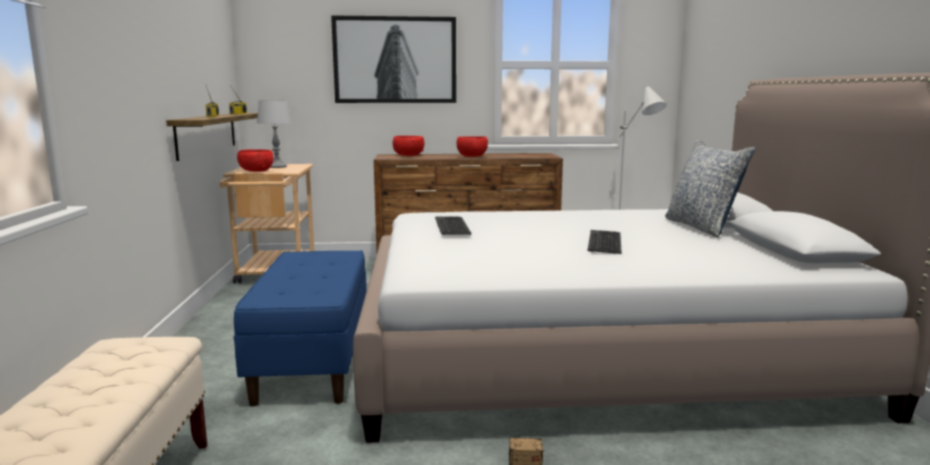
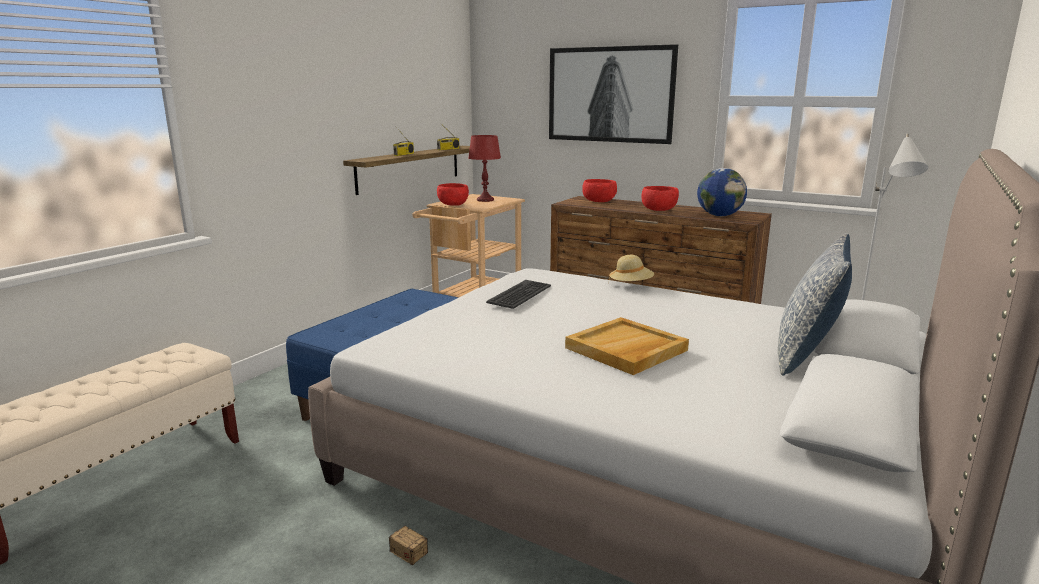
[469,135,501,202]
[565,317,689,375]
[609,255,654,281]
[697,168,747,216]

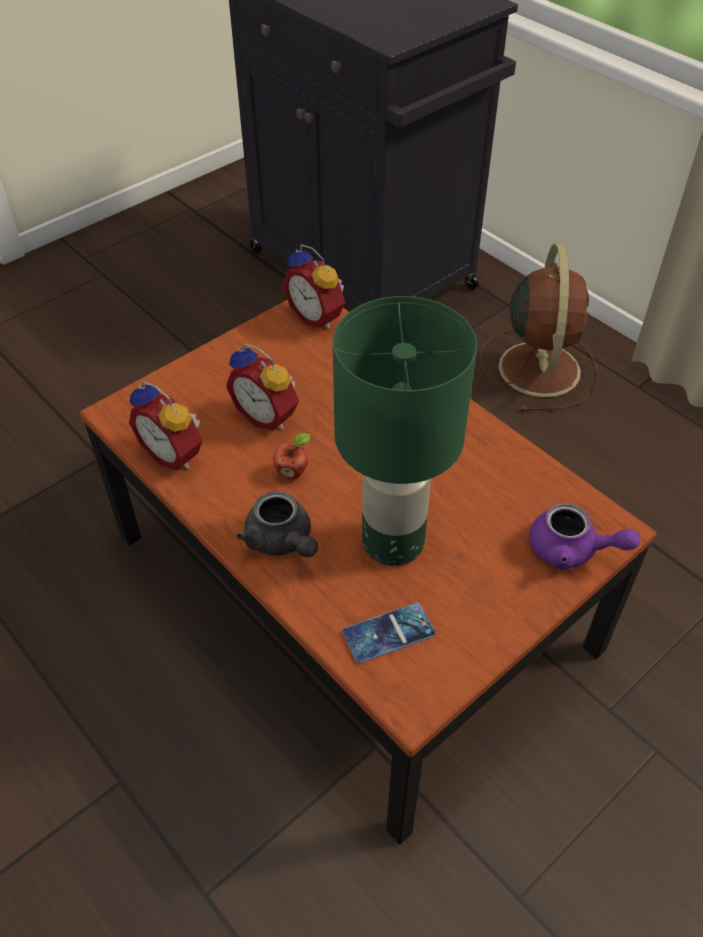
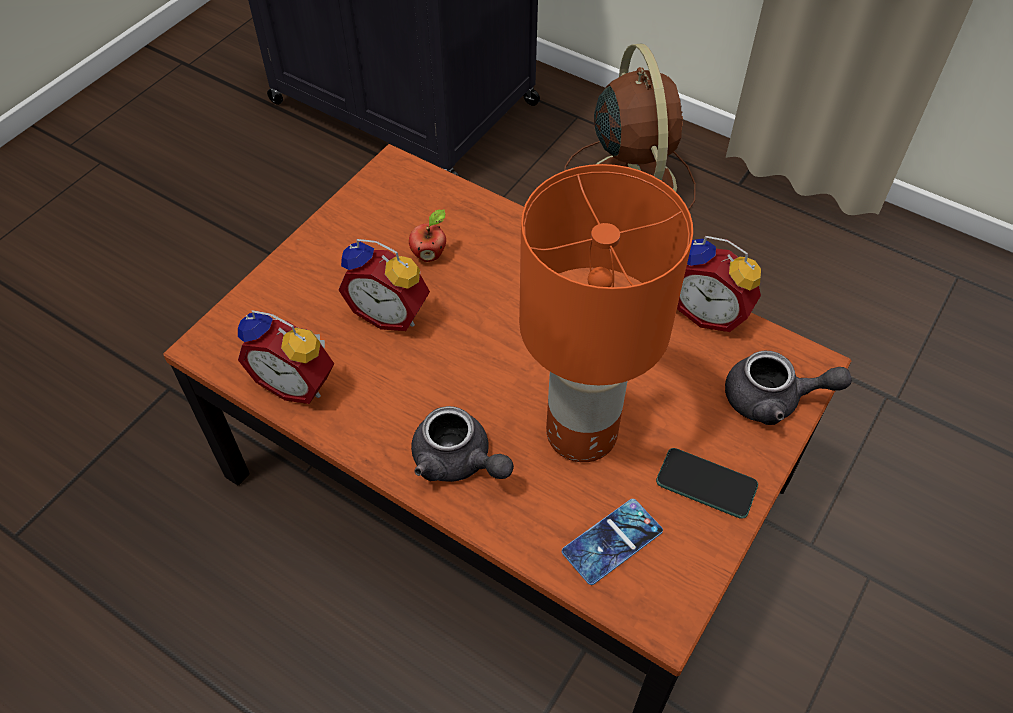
[409,209,446,262]
[677,236,761,332]
[519,164,693,462]
[725,351,852,425]
[656,448,758,519]

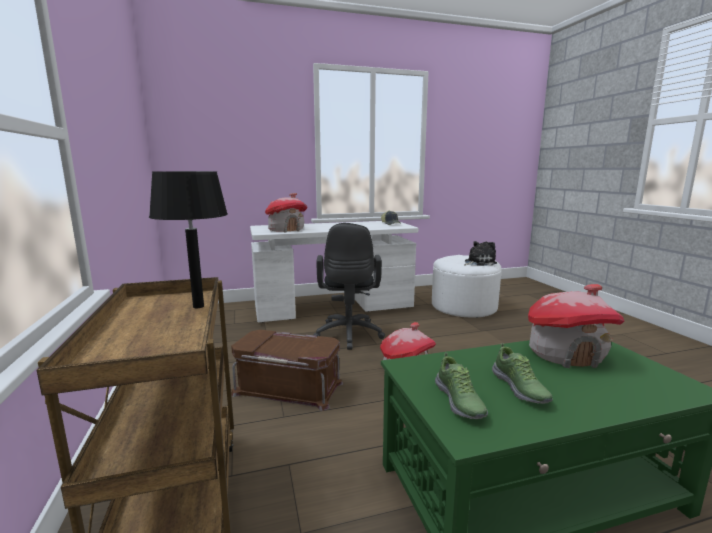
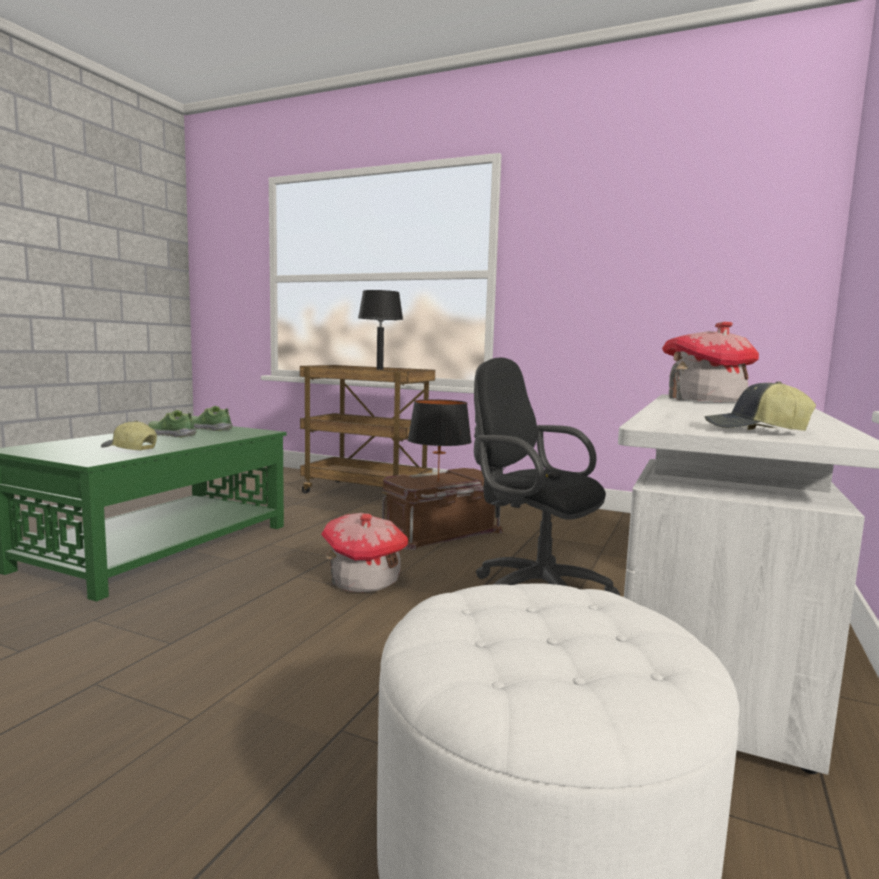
[464,241,497,266] (first image)
[101,420,157,450]
[407,399,472,482]

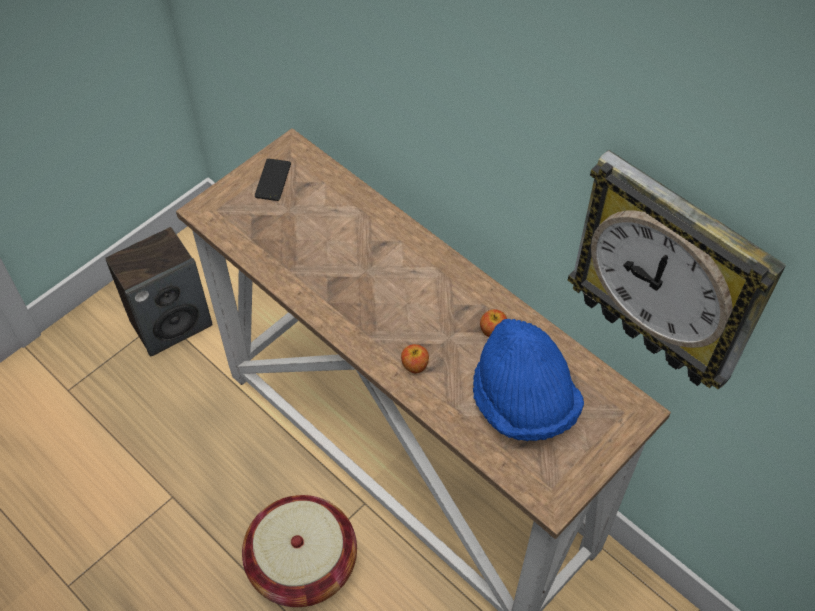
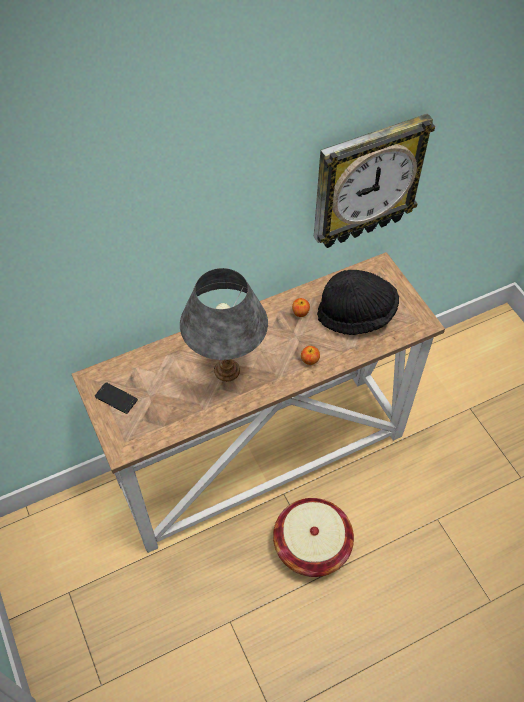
[105,227,213,357] (first image)
[317,270,399,335]
[180,268,268,382]

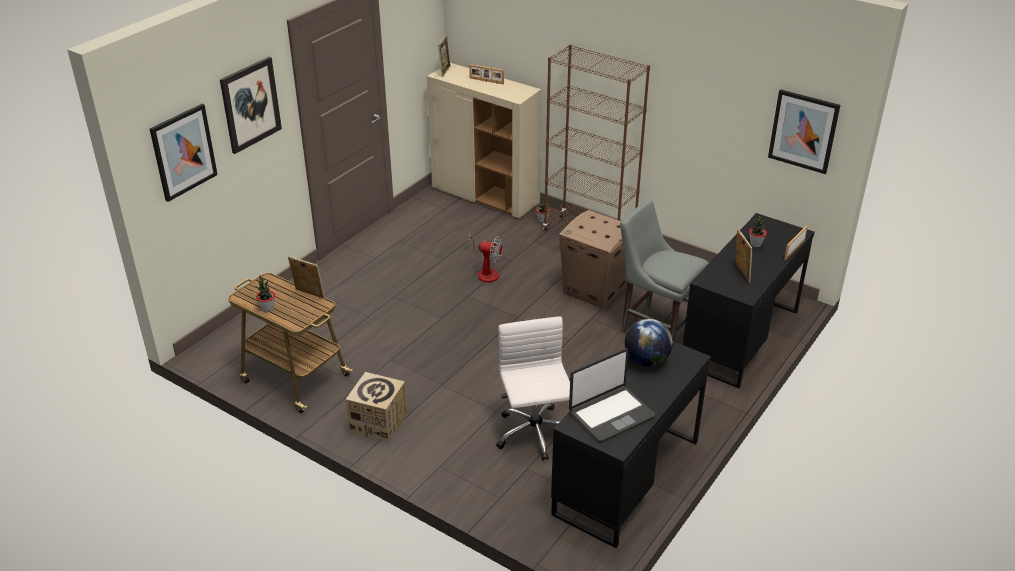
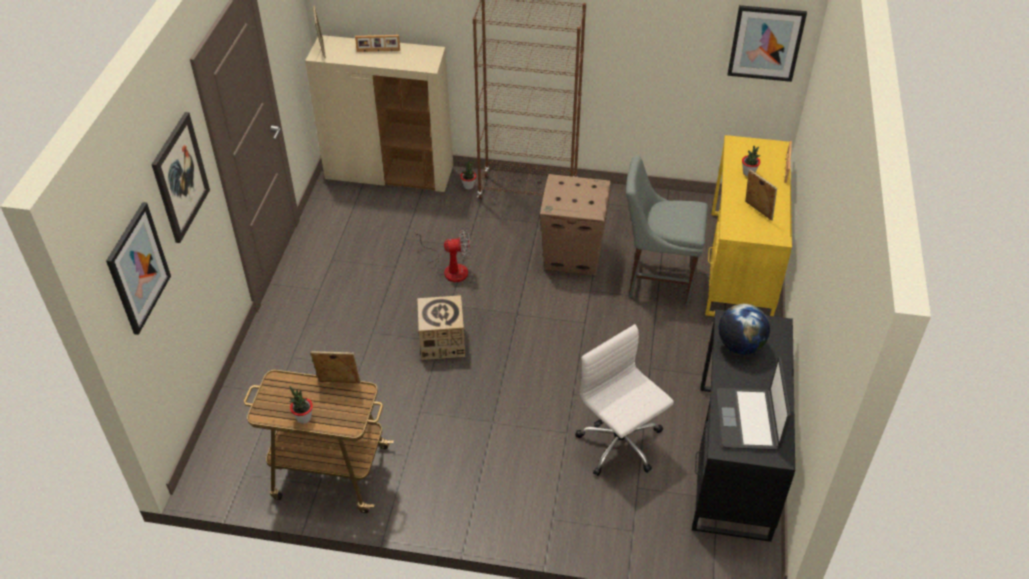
[417,295,465,360]
[717,357,791,450]
[705,135,792,316]

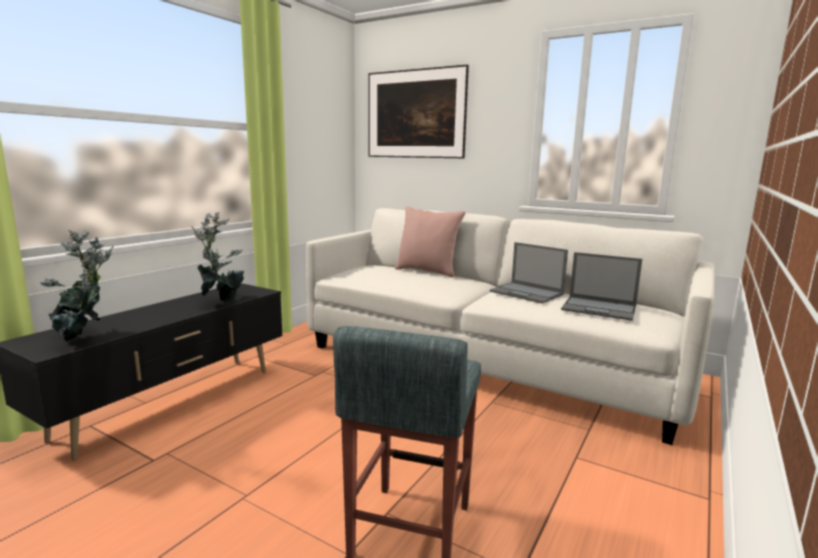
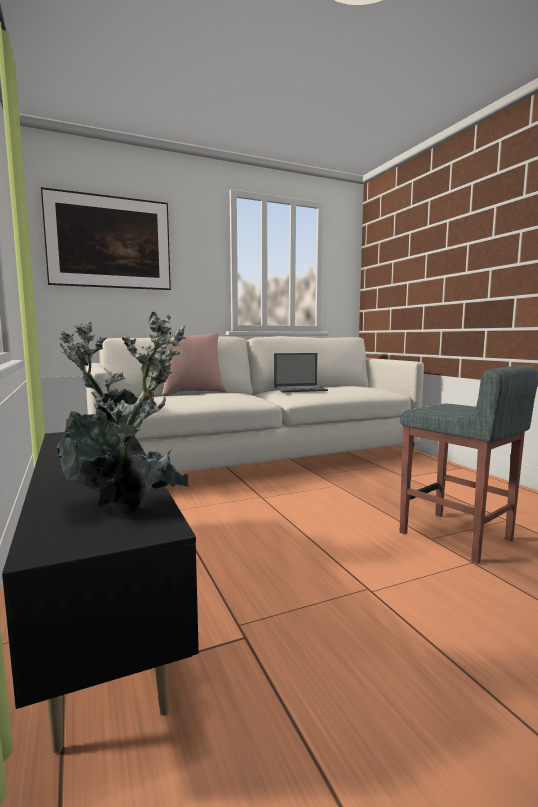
[561,252,642,321] (first image)

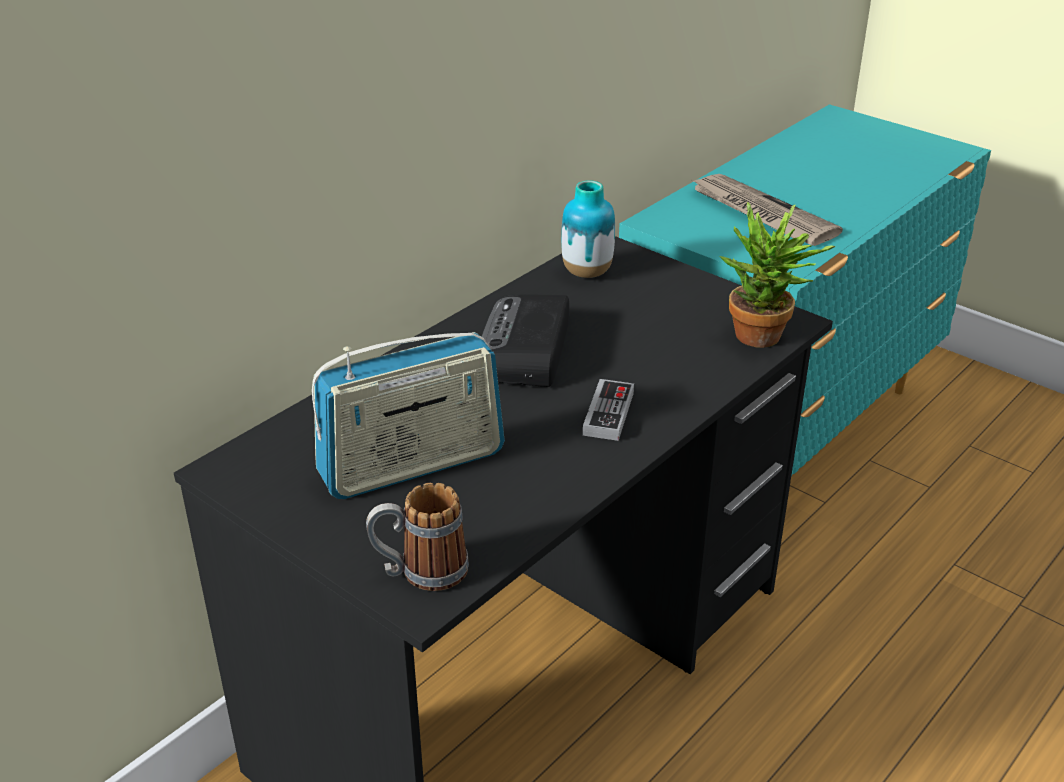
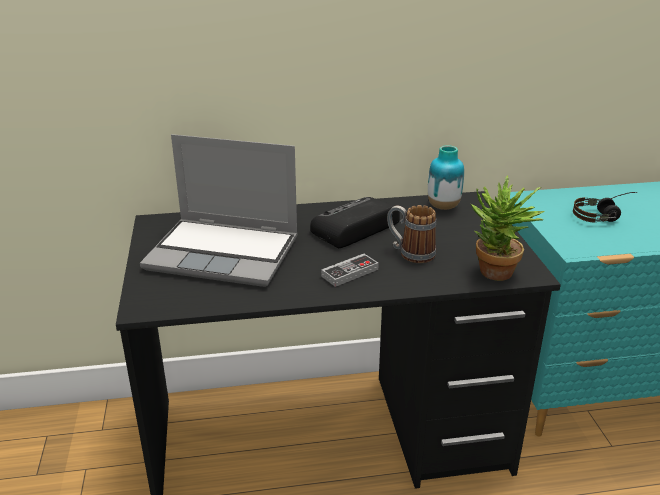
[140,134,298,287]
[387,205,436,263]
[573,192,637,222]

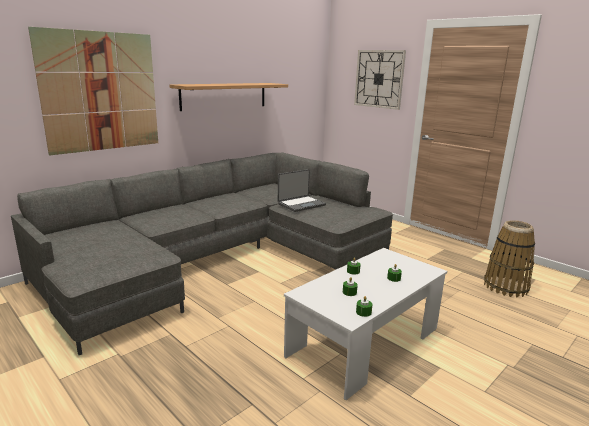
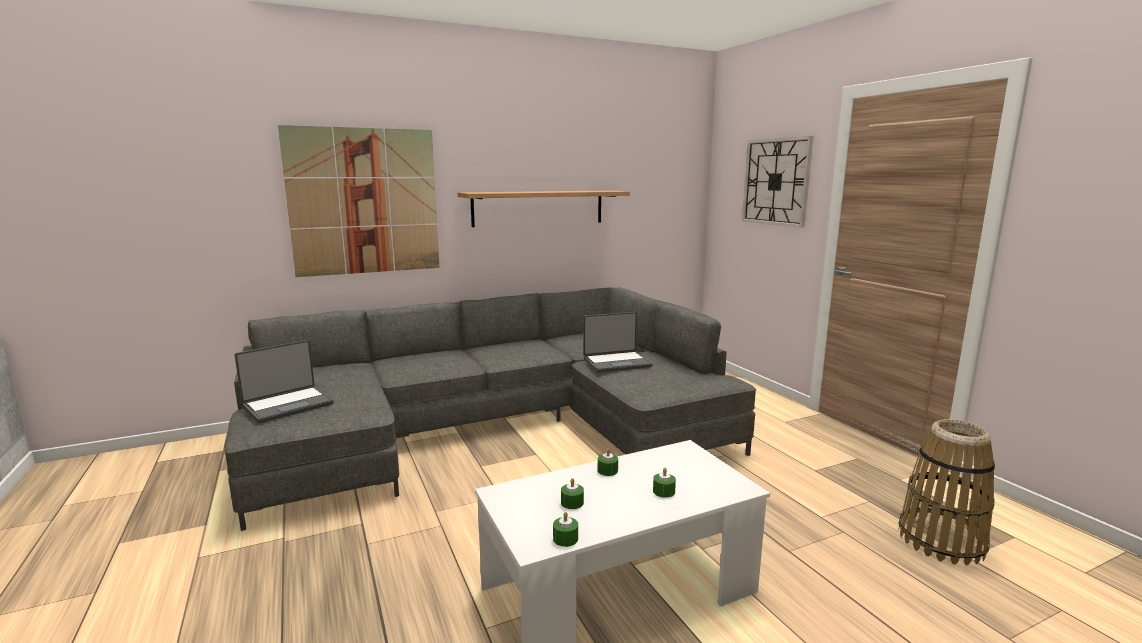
[235,340,333,423]

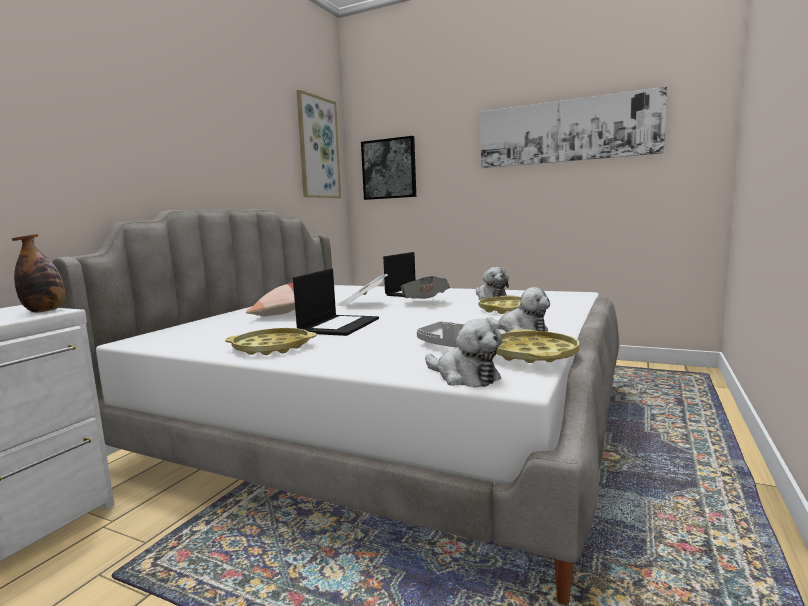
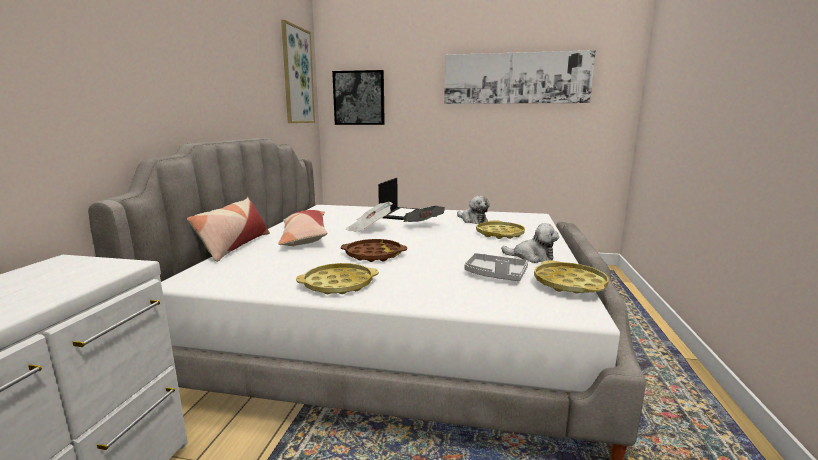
[12,234,65,312] (first image)
[341,239,407,262]
[425,319,502,387] (first image)
[187,196,270,262]

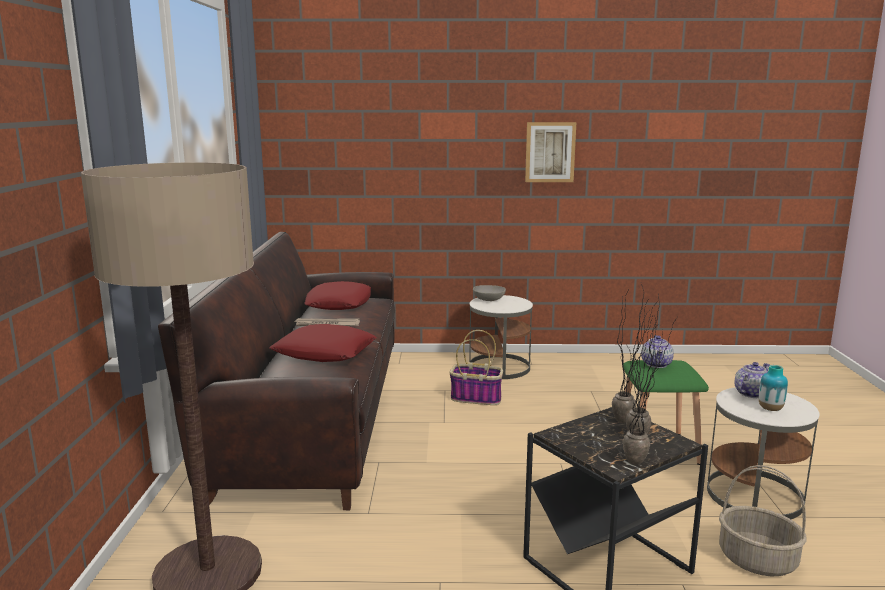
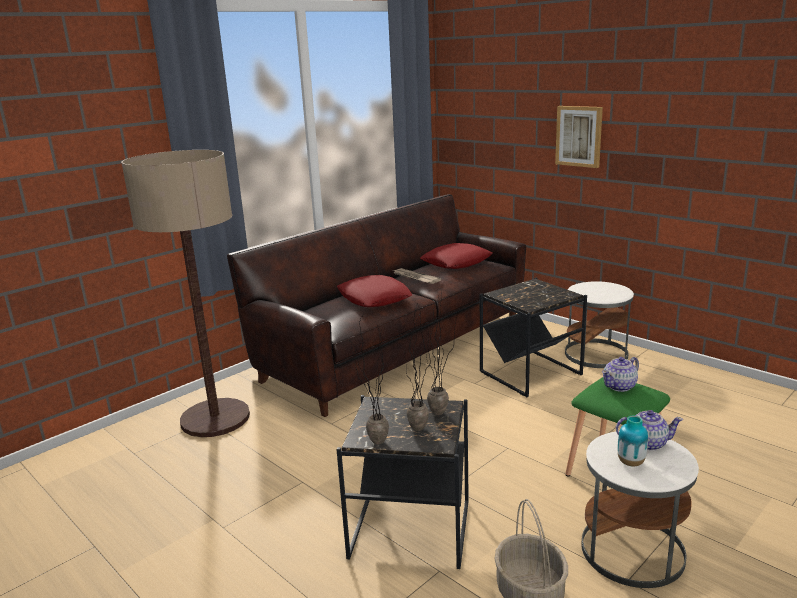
[480,278,587,397]
[473,285,506,301] (first image)
[555,106,603,168]

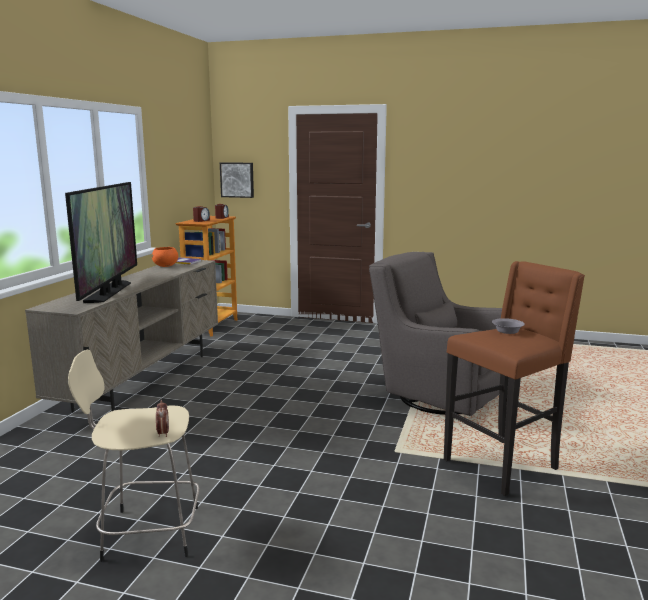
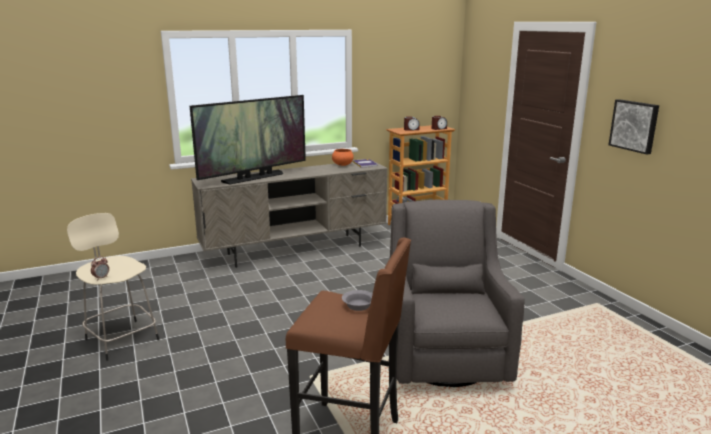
[609,99,659,155]

